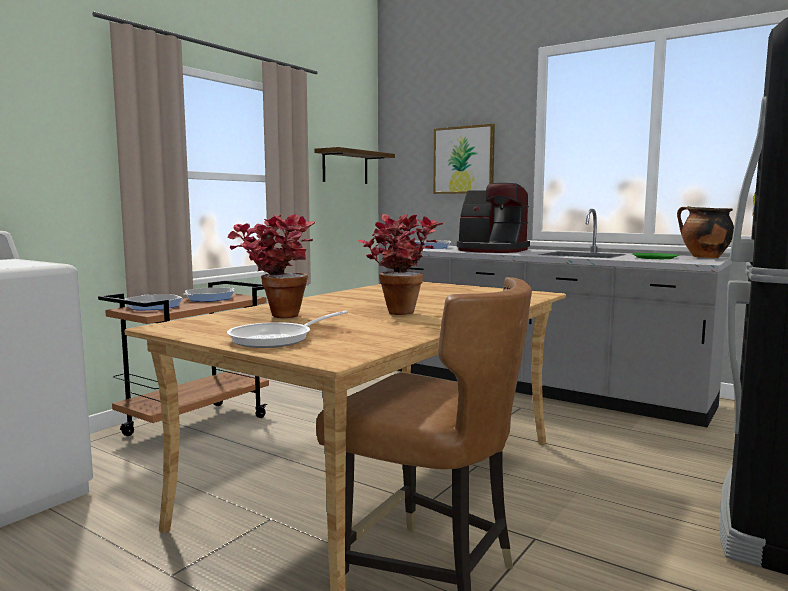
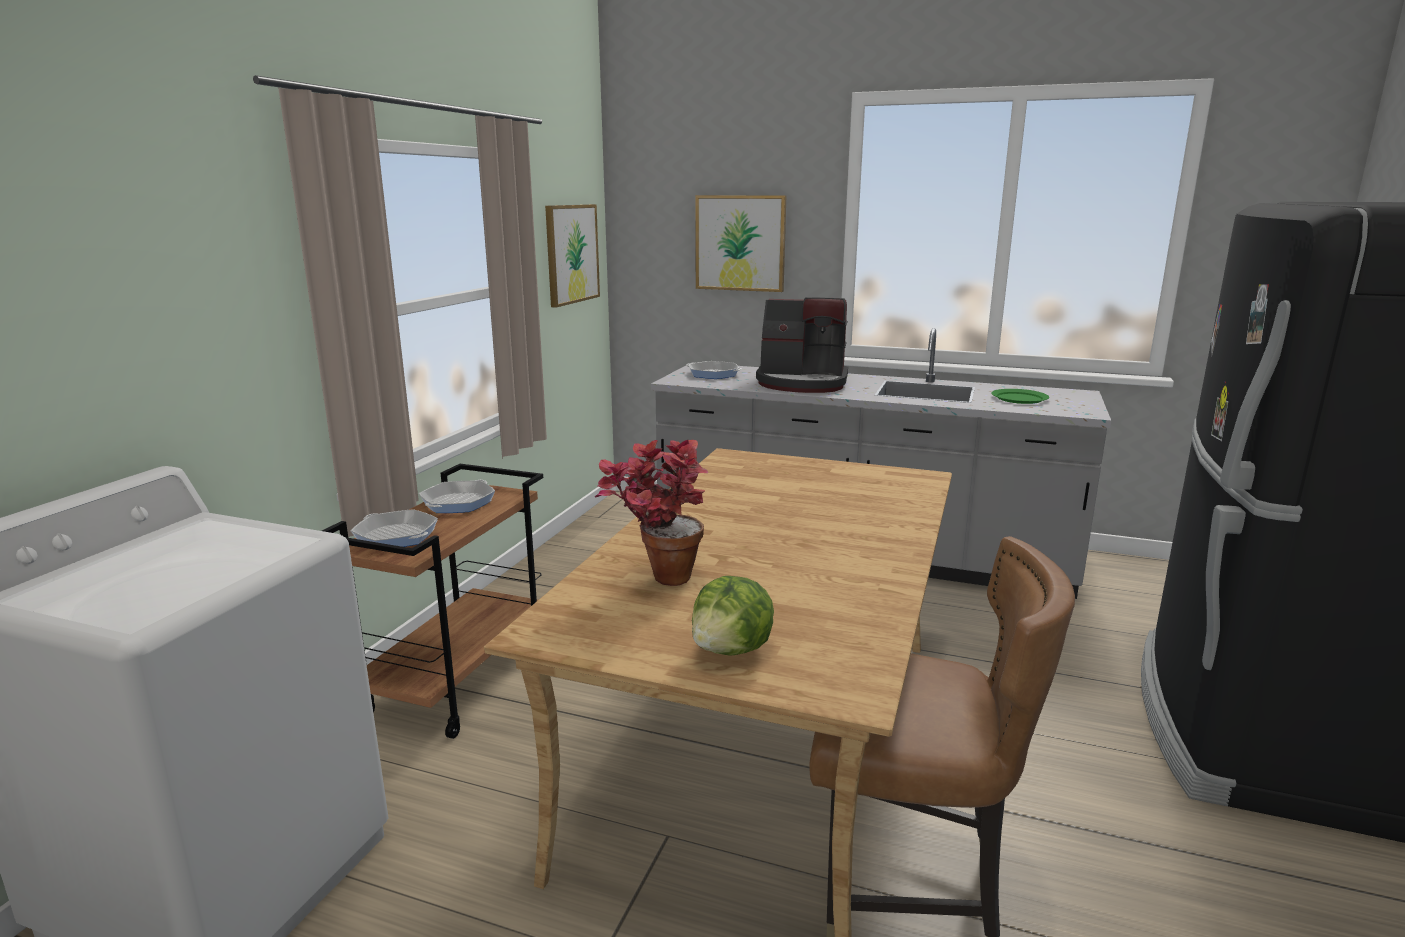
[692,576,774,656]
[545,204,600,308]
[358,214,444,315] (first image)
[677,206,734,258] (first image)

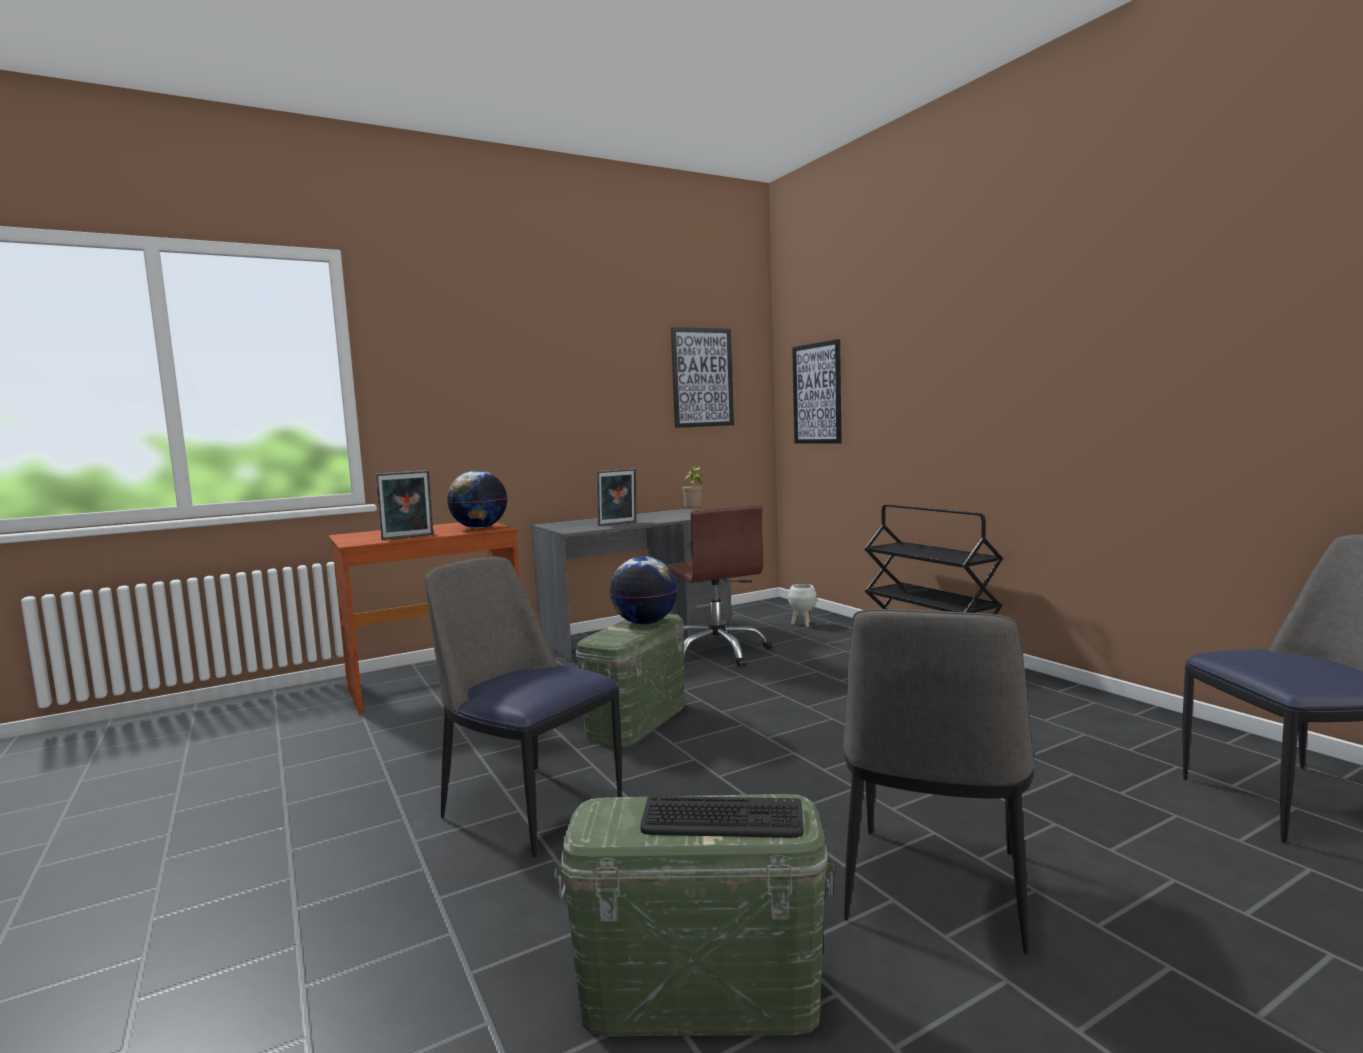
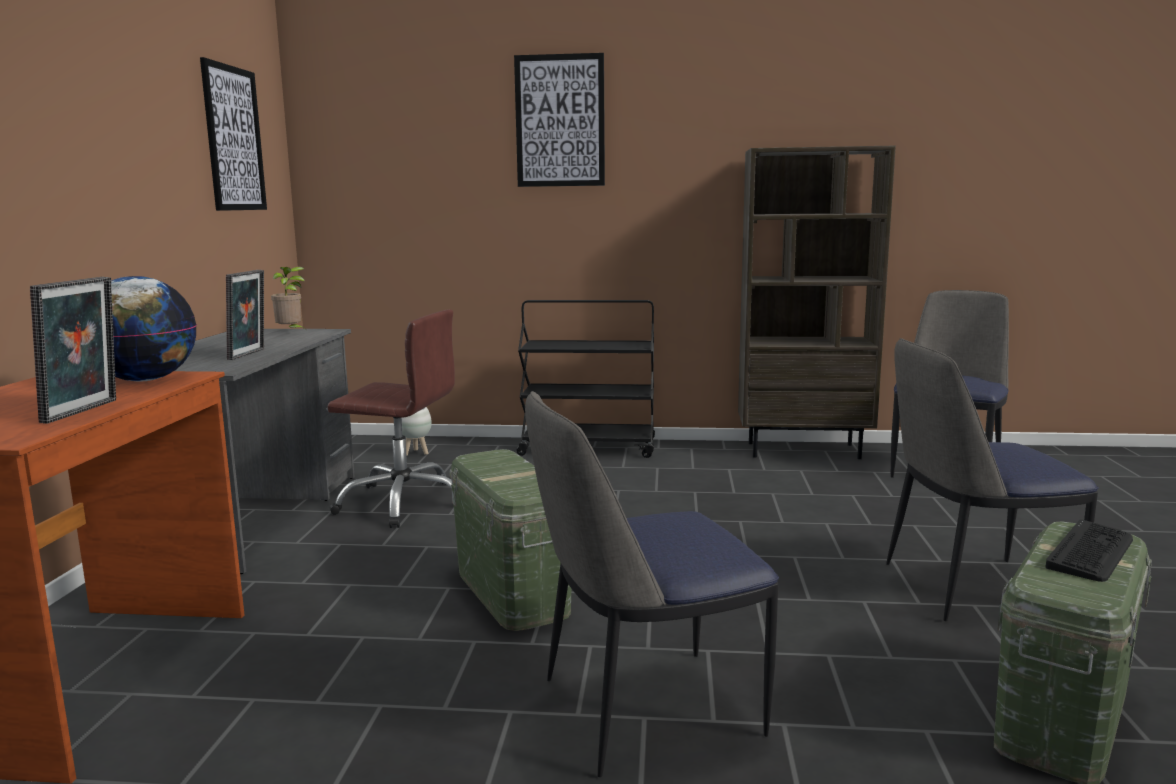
[609,556,678,624] (first image)
[514,53,605,187]
[886,338,1099,621]
[738,146,896,459]

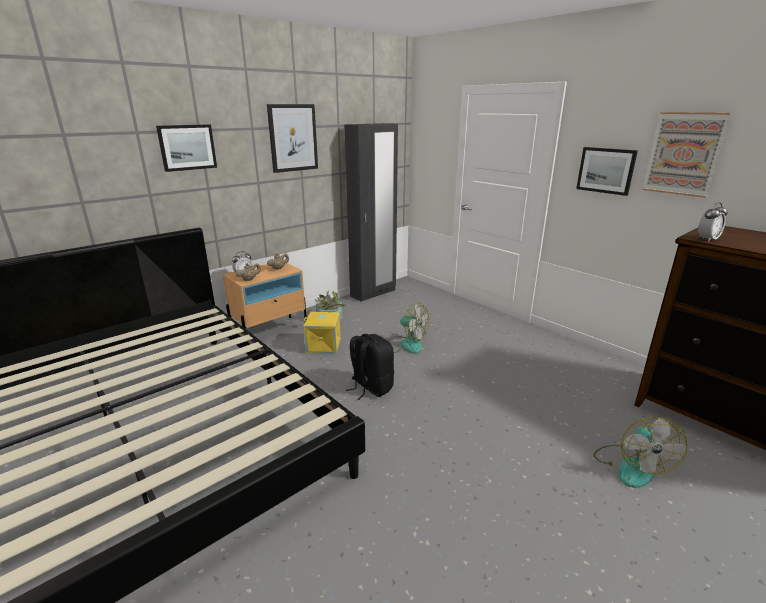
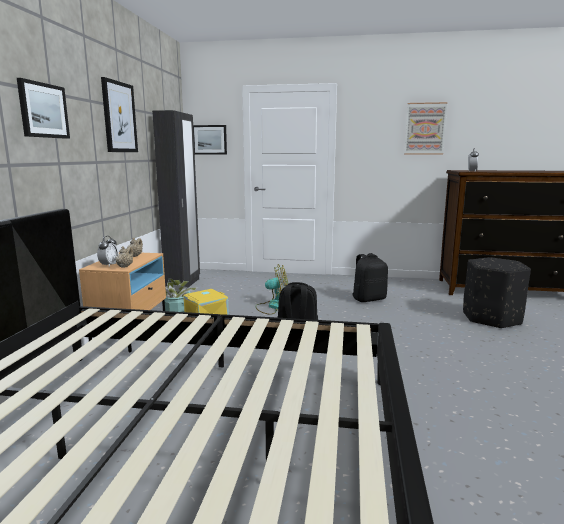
[193,125,227,155]
[463,257,531,329]
[352,253,388,302]

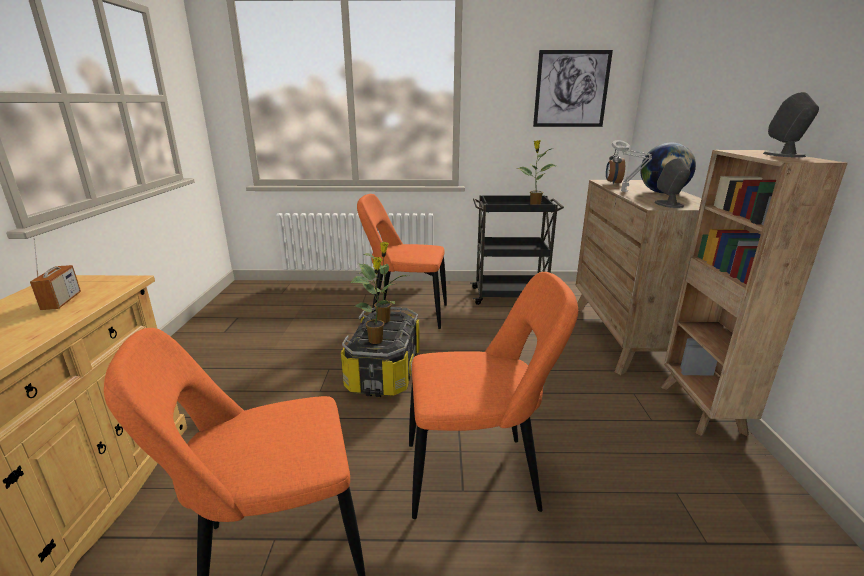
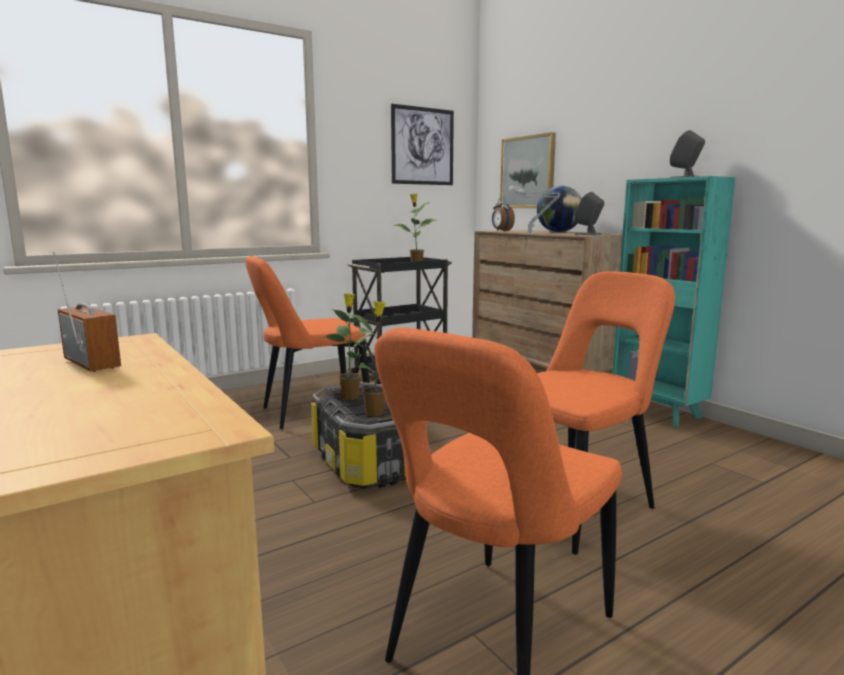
[612,176,736,427]
[500,132,556,208]

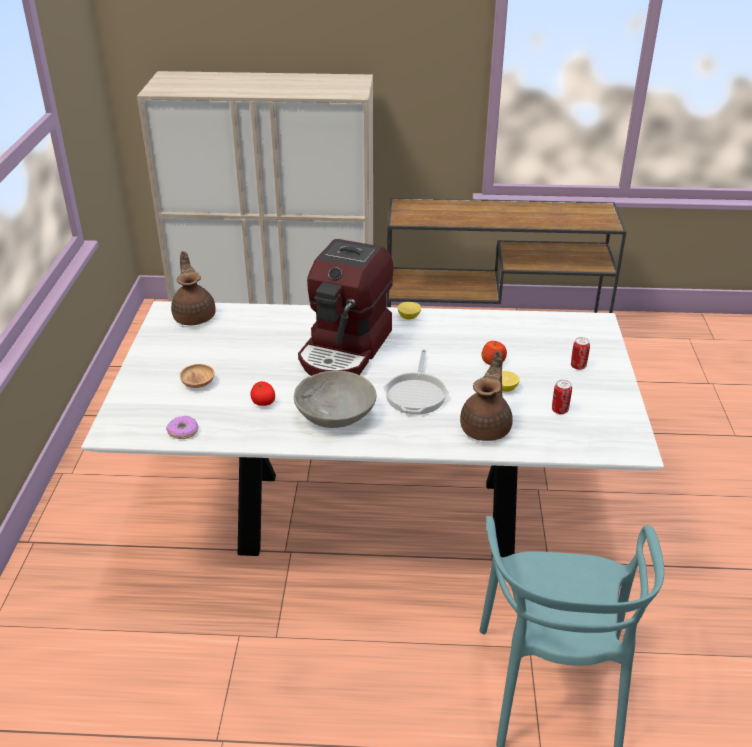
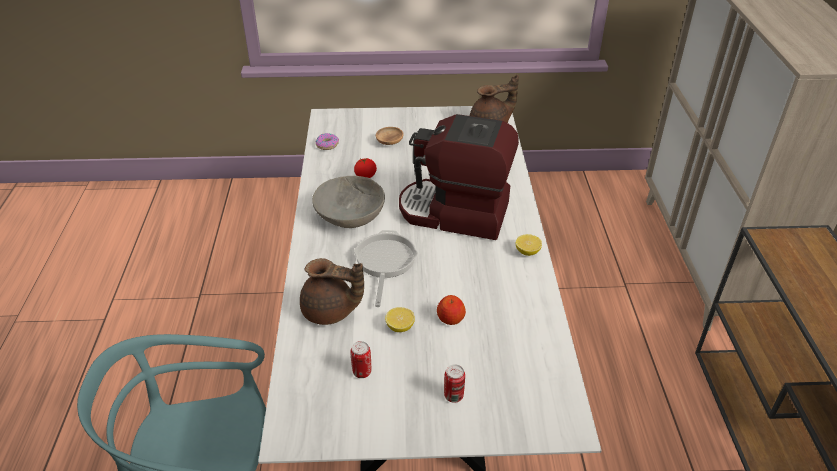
[354,230,418,307]

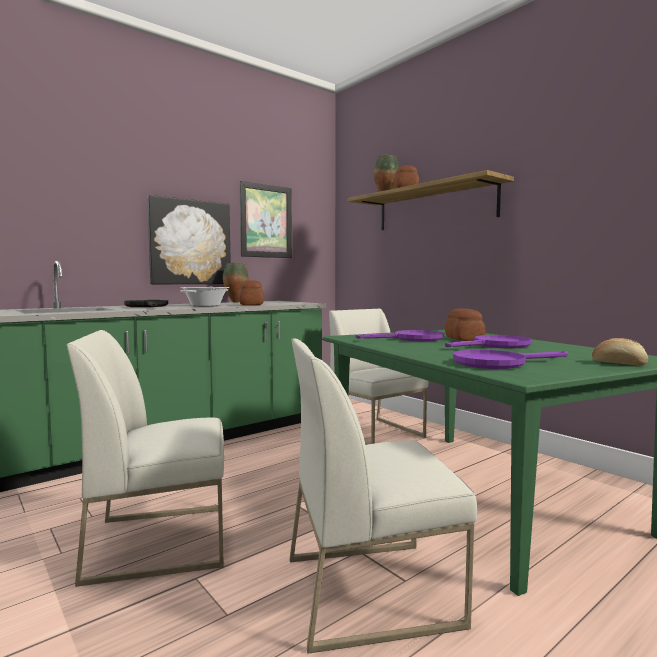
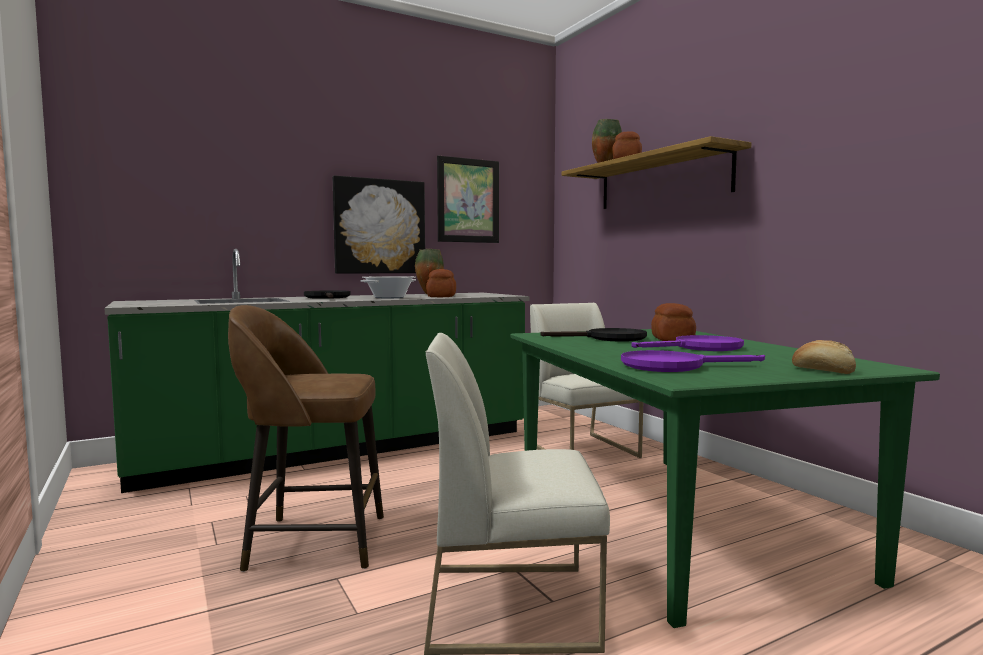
[228,305,384,572]
[540,328,647,342]

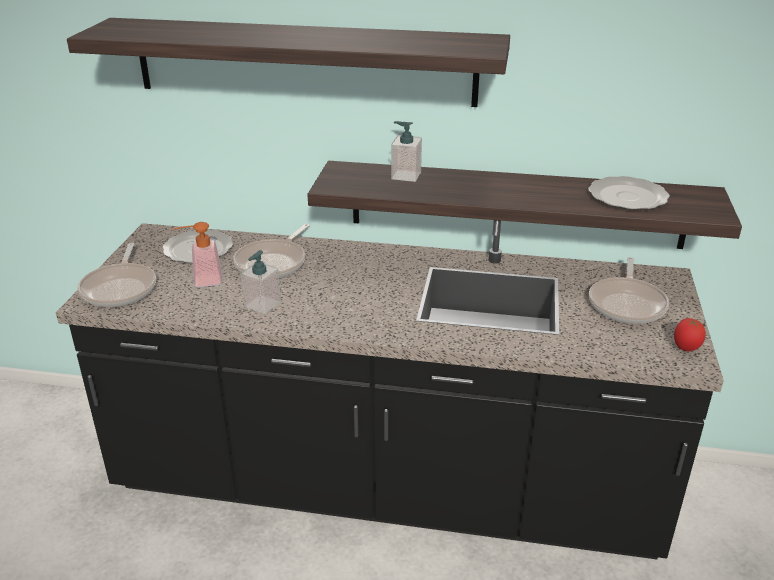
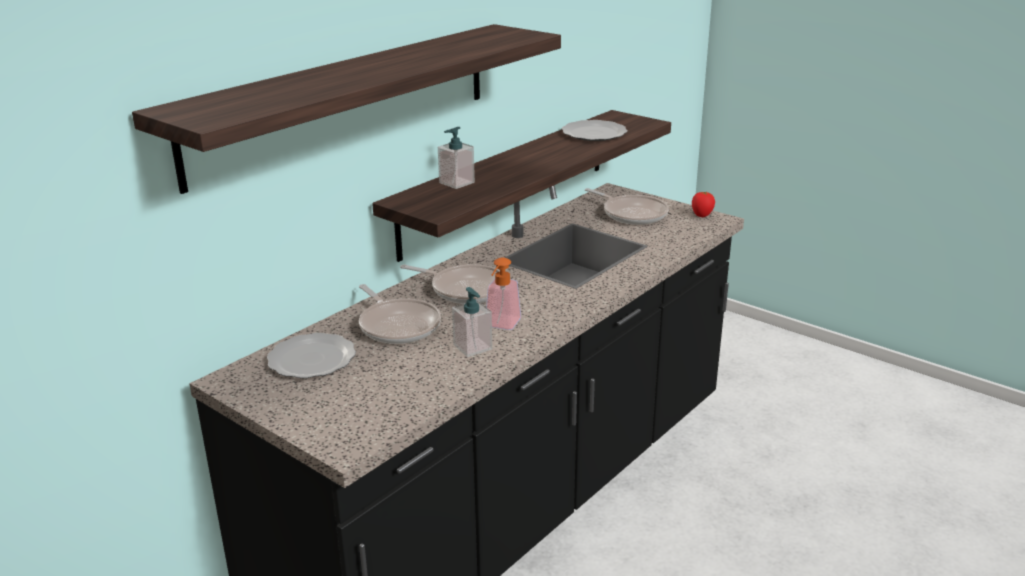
[400,264,500,304]
[486,257,521,330]

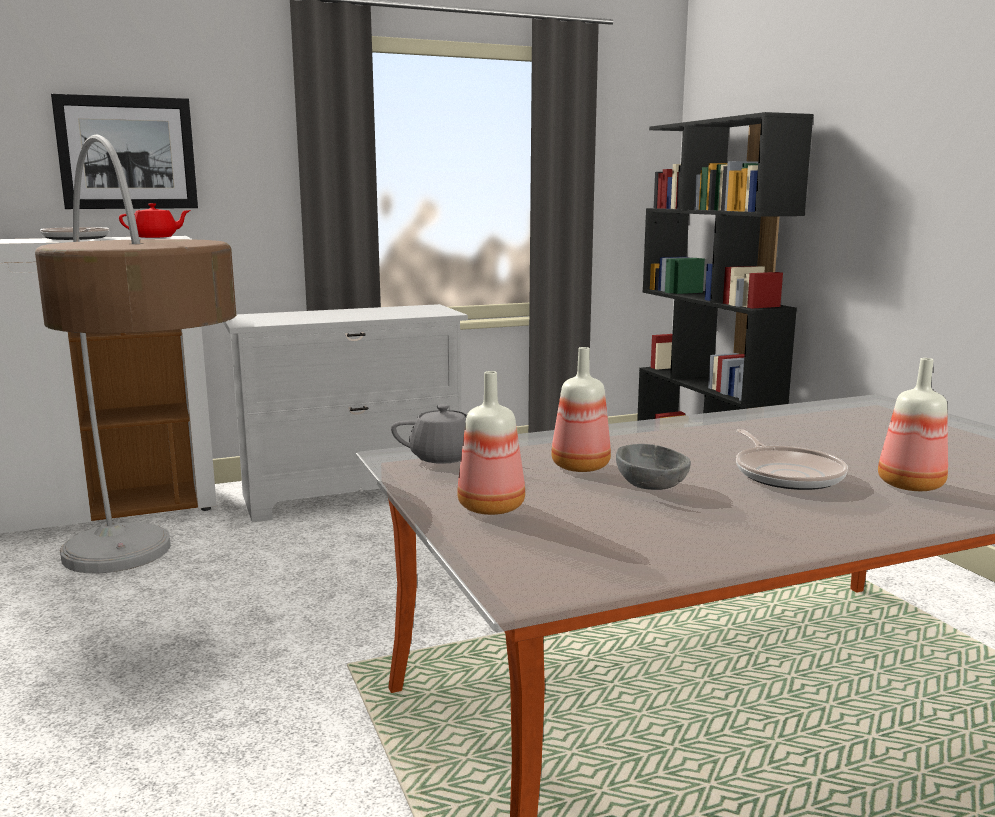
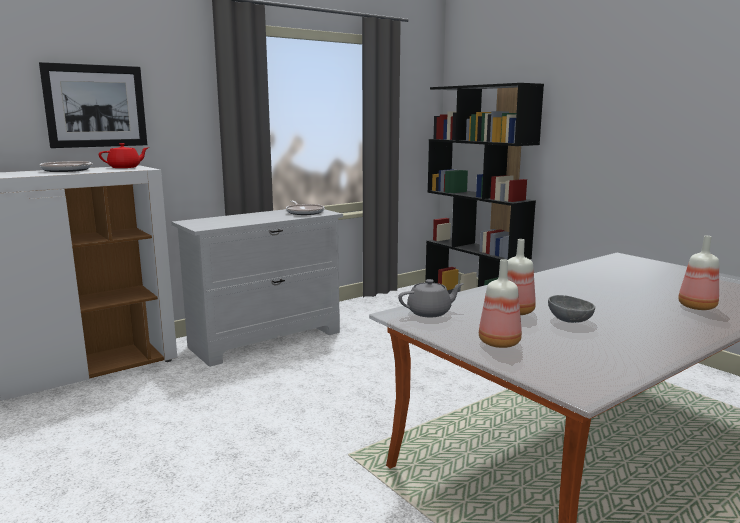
[35,135,236,573] (first image)
[286,201,325,215]

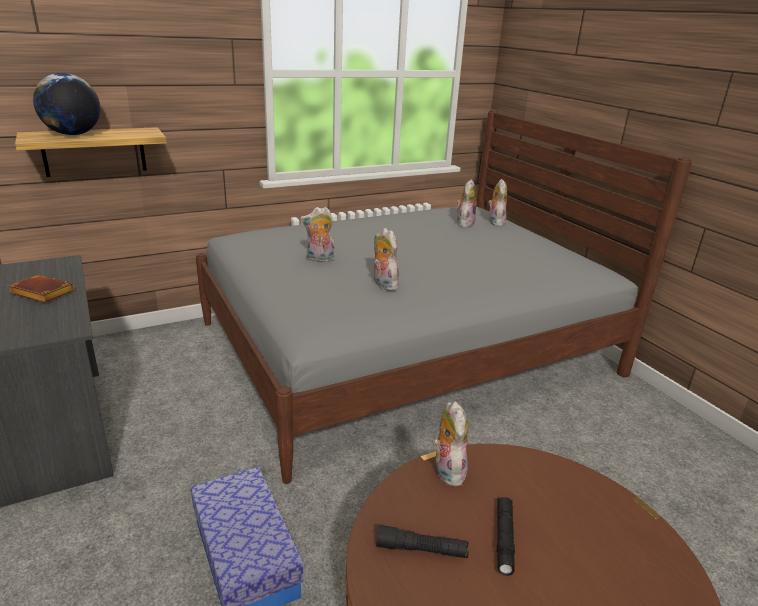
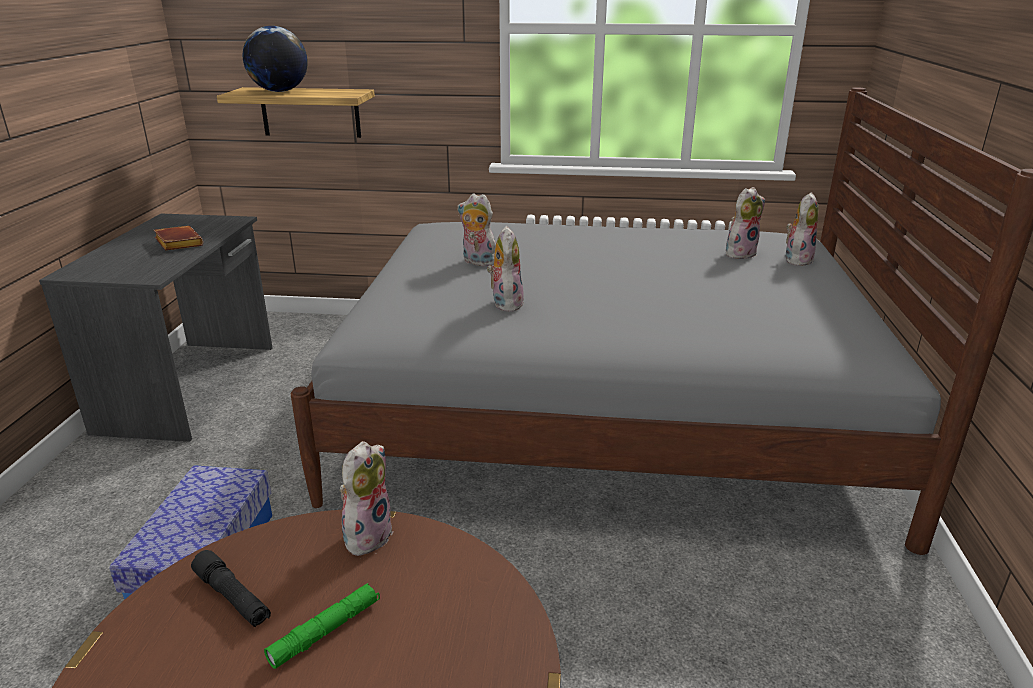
[264,583,380,669]

